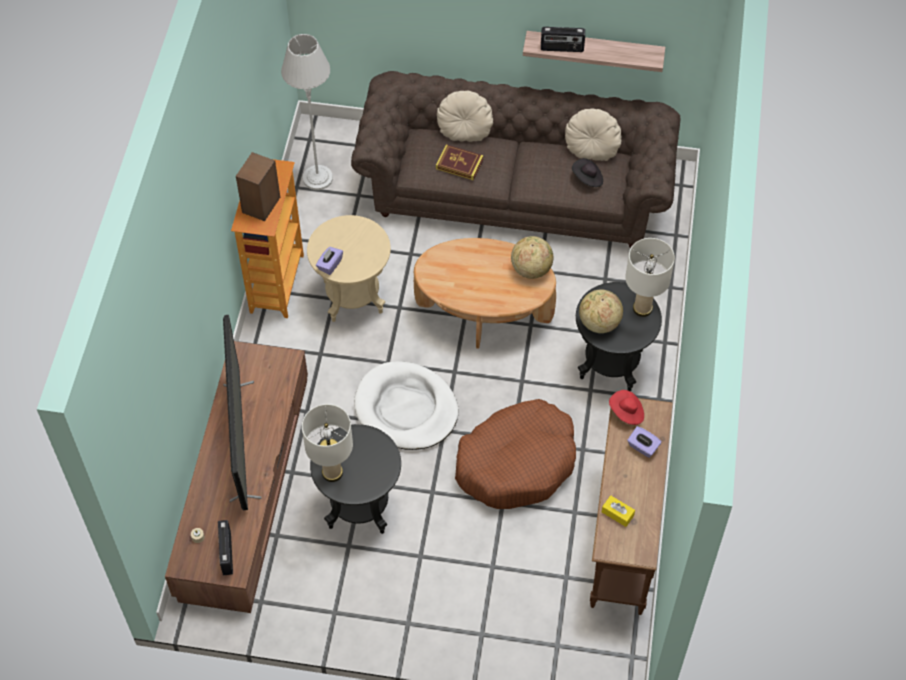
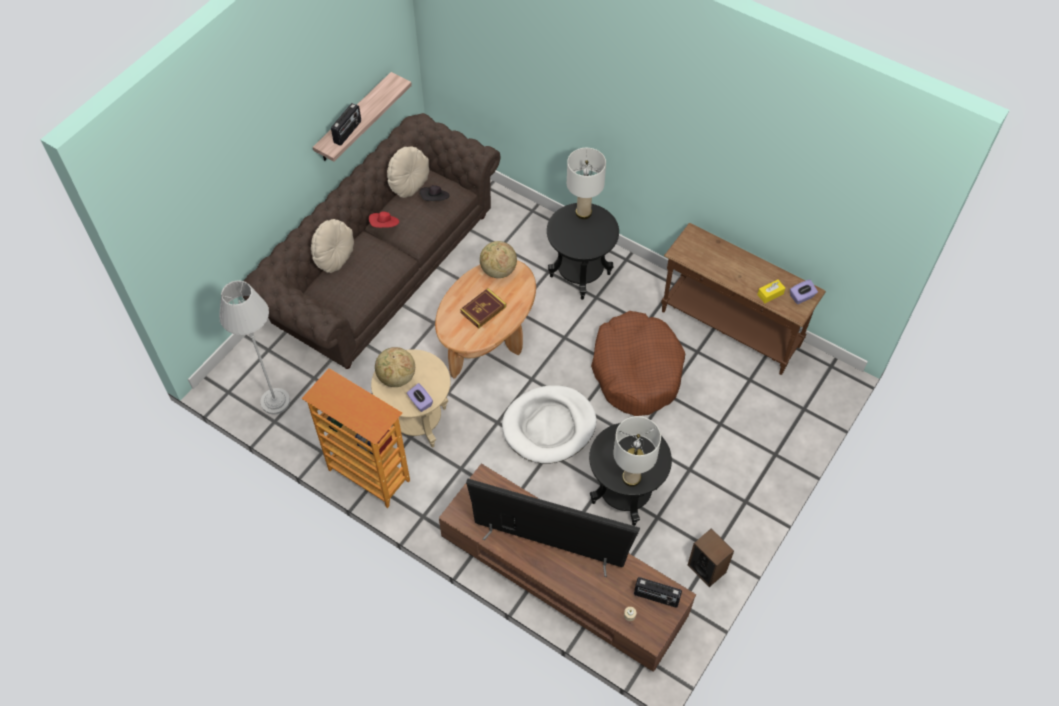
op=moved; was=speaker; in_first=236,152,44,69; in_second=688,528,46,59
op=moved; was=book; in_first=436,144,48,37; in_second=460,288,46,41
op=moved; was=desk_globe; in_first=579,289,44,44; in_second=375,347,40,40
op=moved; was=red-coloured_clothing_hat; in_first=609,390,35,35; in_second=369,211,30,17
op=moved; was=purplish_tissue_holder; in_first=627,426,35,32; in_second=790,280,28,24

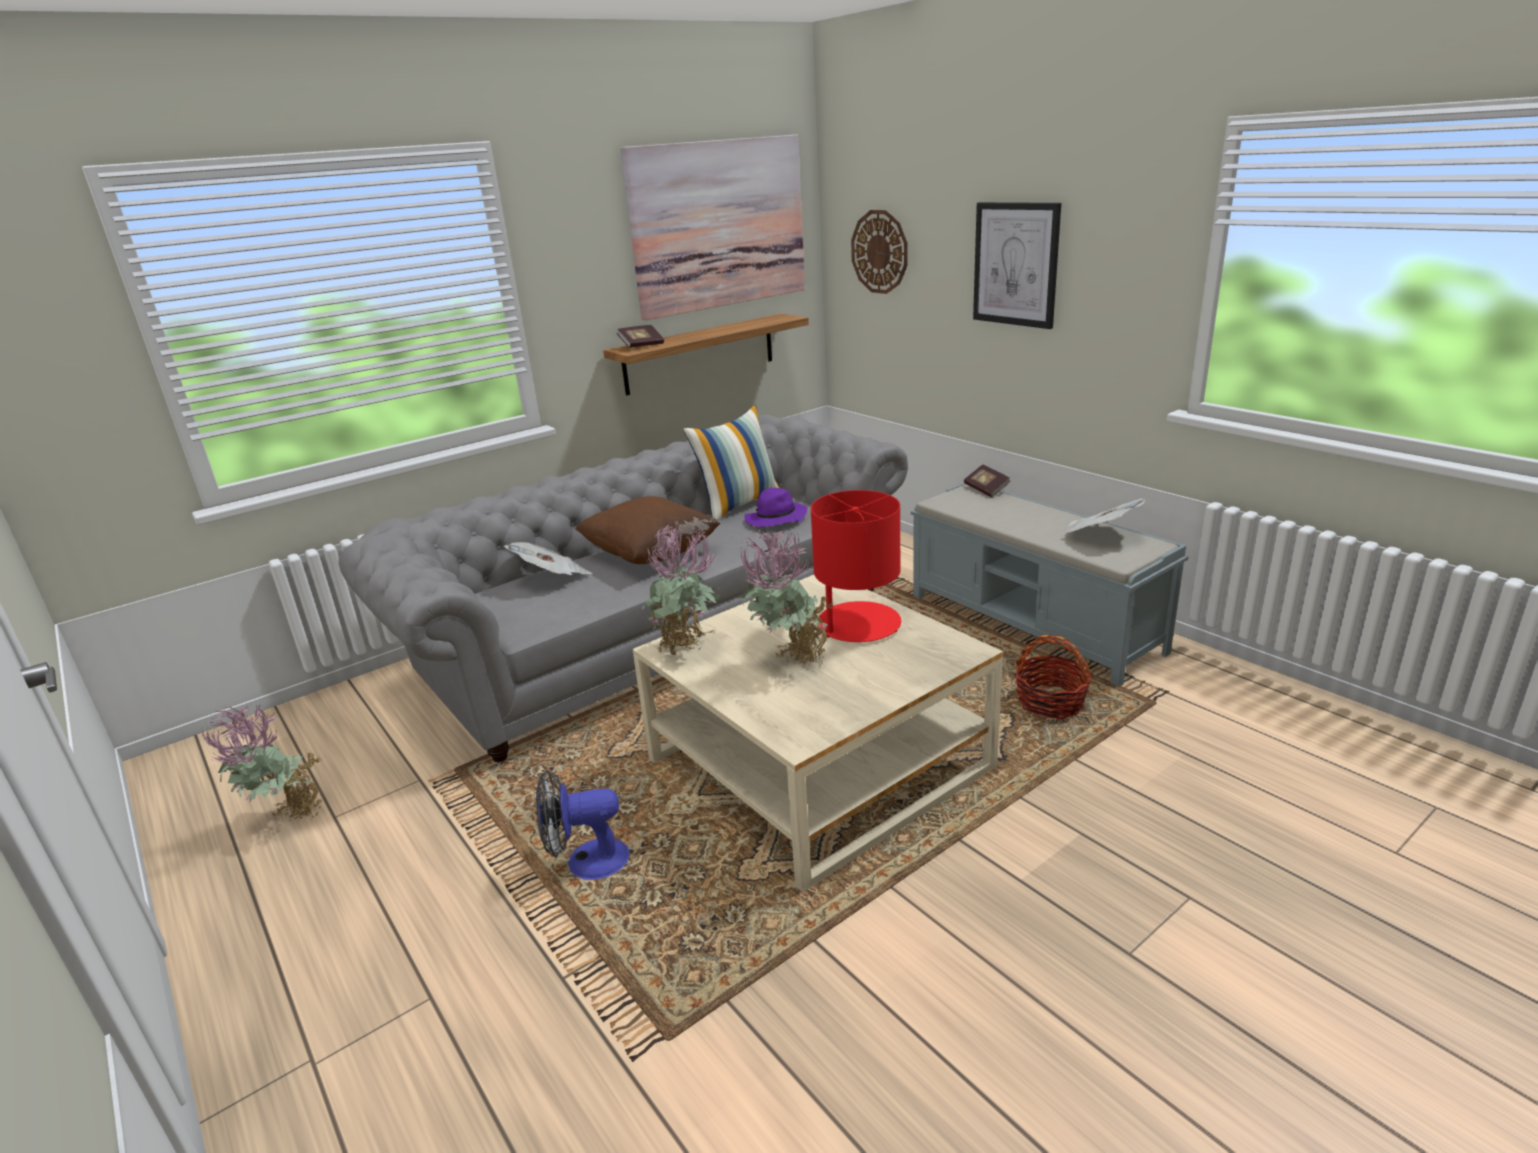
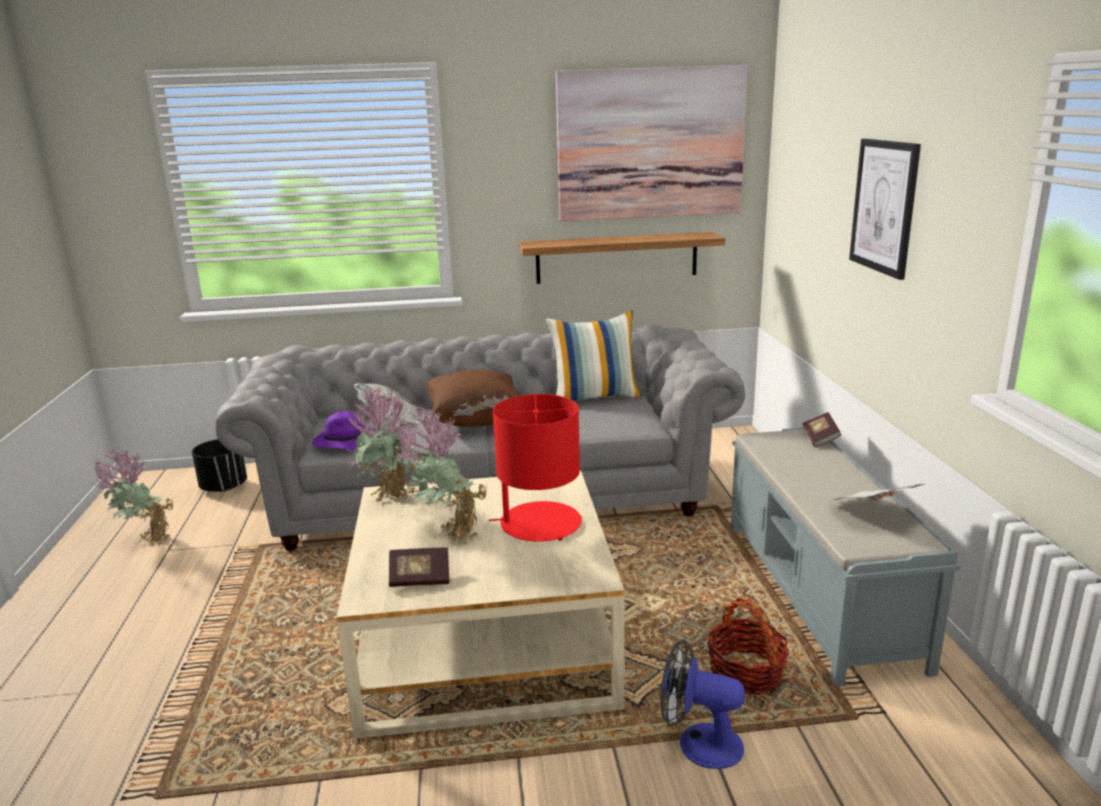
op=removed; was=clock_on_the_wall; in_first=851,210,57,84
op=added; now=black-coloured_planter; in_second=192,439,55,53
op=moved; was=fan; in_first=536,770,94,110; in_second=661,639,84,130
op=moved; was=book; in_first=617,325,47,23; in_second=389,547,60,40
op=moved; was=purplish_clothing_hat; in_first=744,488,63,39; in_second=312,411,62,39

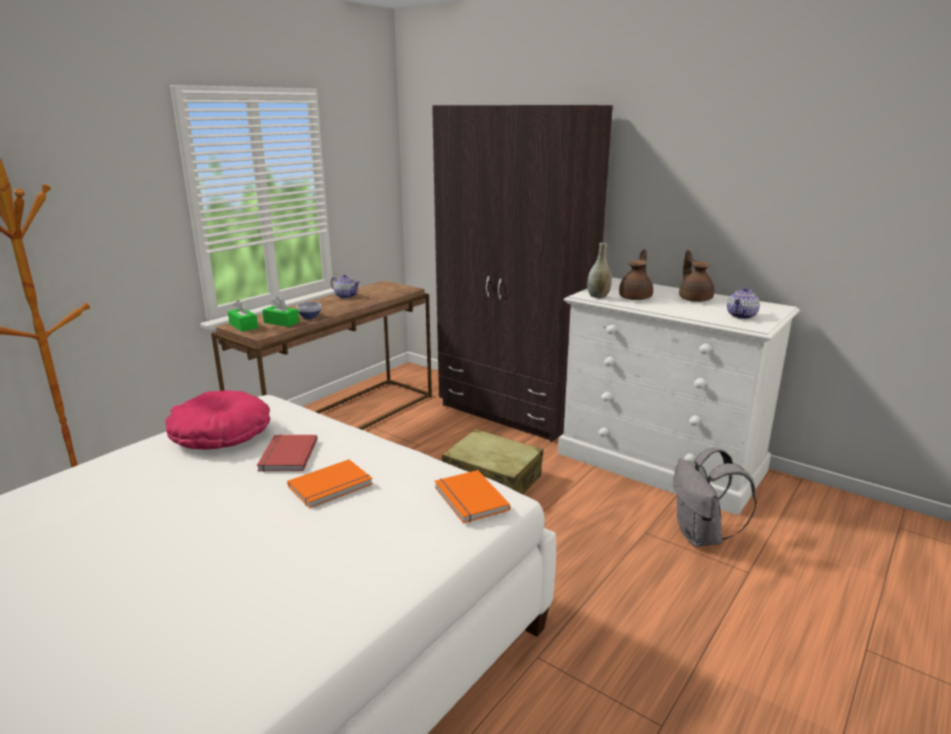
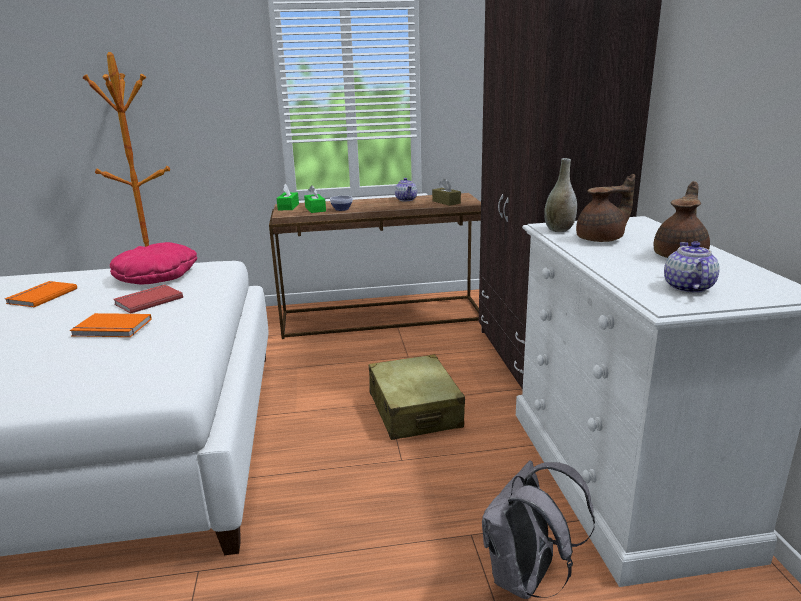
op=added; now=brown_tissue_holder; in_second=432,179,29,27
op=moved; was=orange-coloured_book; in_first=435,470,76,54; in_second=5,281,72,26
op=turned; was=teapot; in_first=727,287,33,32; in_second=664,241,56,52; clockwise=105

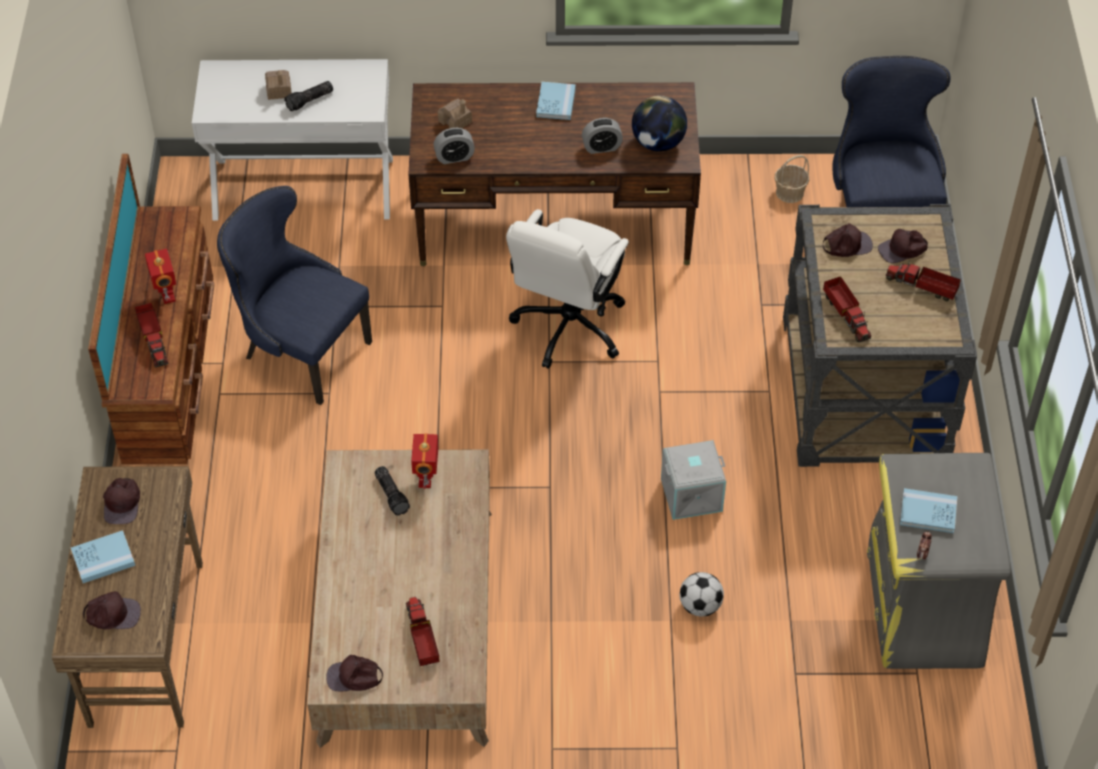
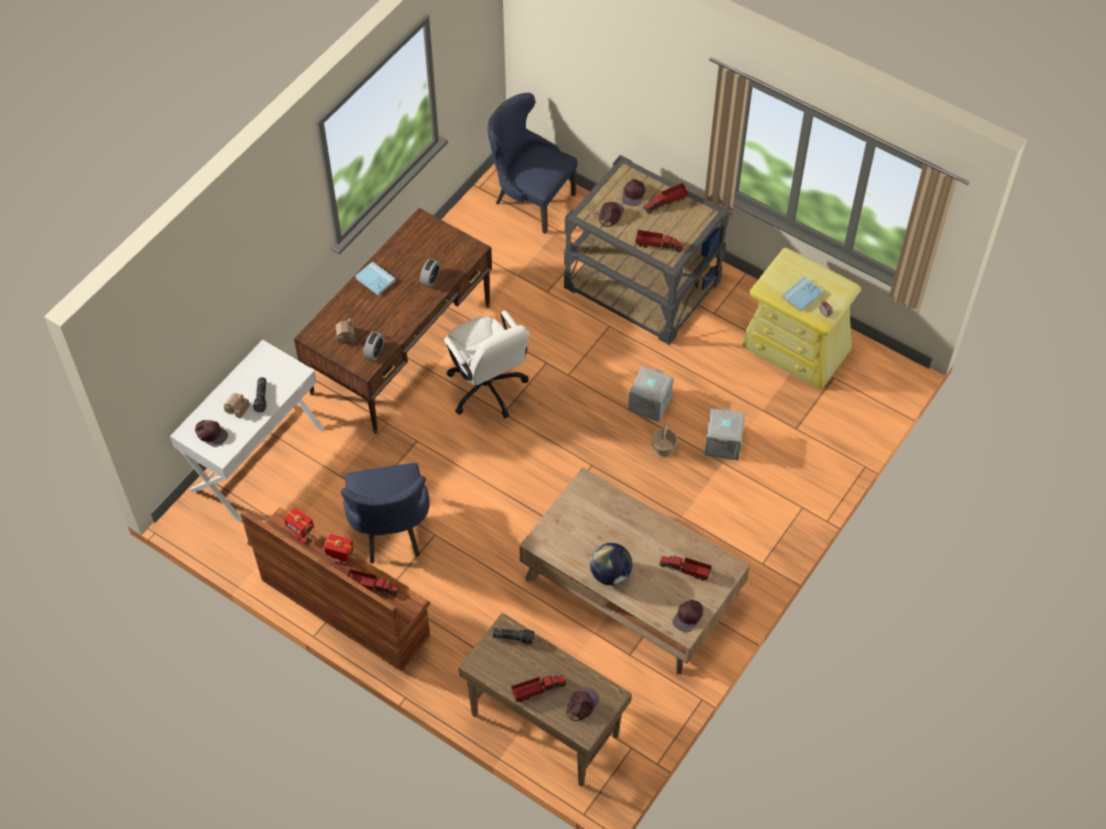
op=moved; was=brown_baseball_cap; in_first=103,478,37,46; in_second=195,420,33,27
op=moved; was=flashlight; in_first=375,466,35,50; in_second=493,628,41,16
op=moved; was=model_robot; in_first=411,433,27,56; in_second=284,508,32,37
op=moved; was=desk_globe; in_first=632,96,55,56; in_second=590,543,42,42
op=moved; was=basket; in_first=775,155,34,48; in_second=651,422,27,36
op=replaced; was=blue_book; now=toy_lorry; in_first=71,530,64,53; in_second=511,674,56,28
op=replaced; was=football; now=greyish_storage_container; in_first=679,572,45,44; in_second=704,408,41,52
op=recoloured; was=greyish_nightstand; now=yellowish_nightstand; in_first=867,453,144,216; in_second=743,248,118,141
op=turned; was=blue_chair; in_first=217,186,155,219; in_second=341,463,89,101; clockwise=-75

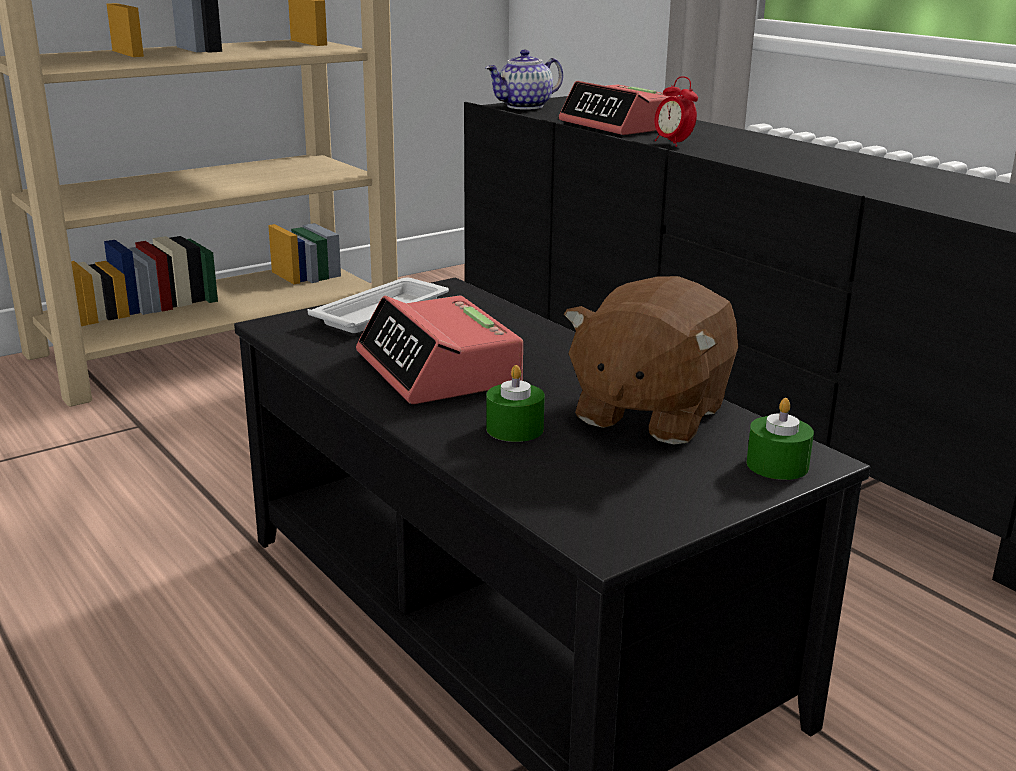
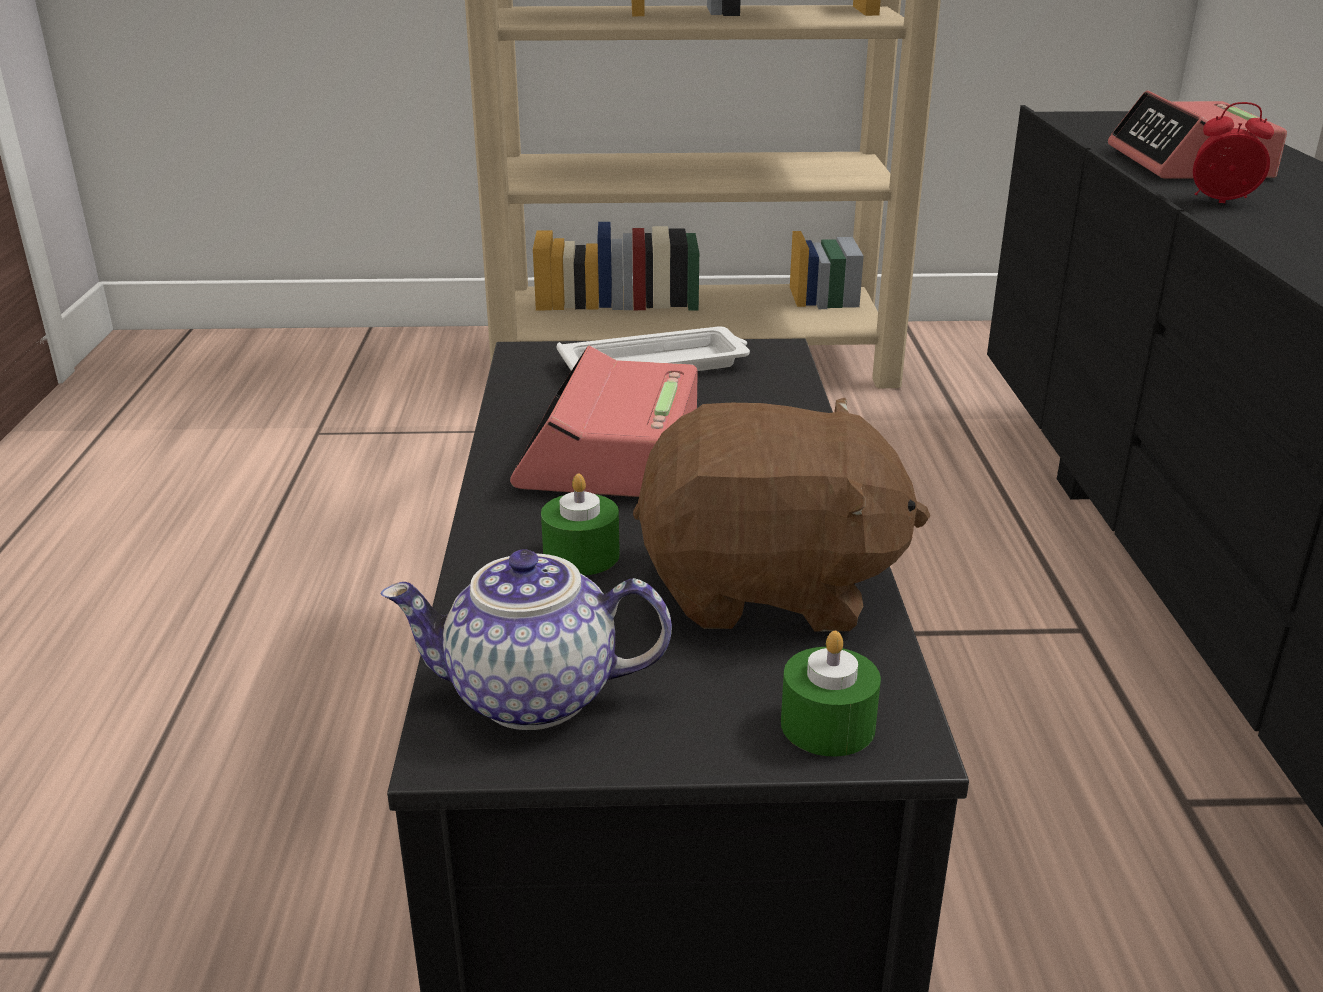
op=moved; was=teapot; in_first=485,50,78,60; in_second=381,549,291,181
op=turned; was=brown_plush_toy; in_first=564,276,174,168; in_second=633,398,297,233; clockwise=-150
op=turned; was=bedside_clock; in_first=655,76,43,71; in_second=1193,102,81,101; clockwise=105

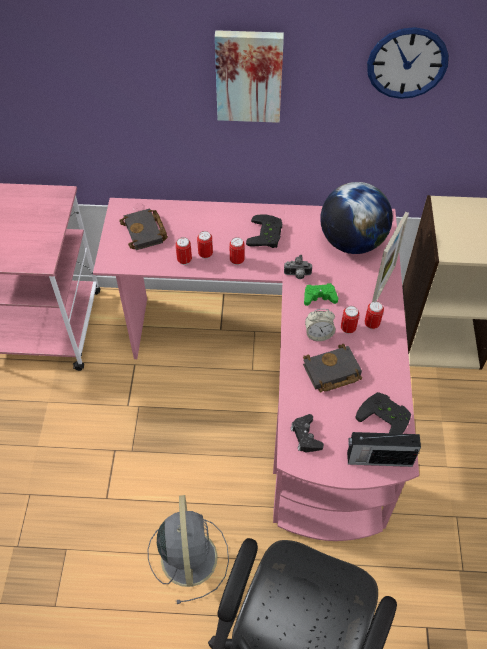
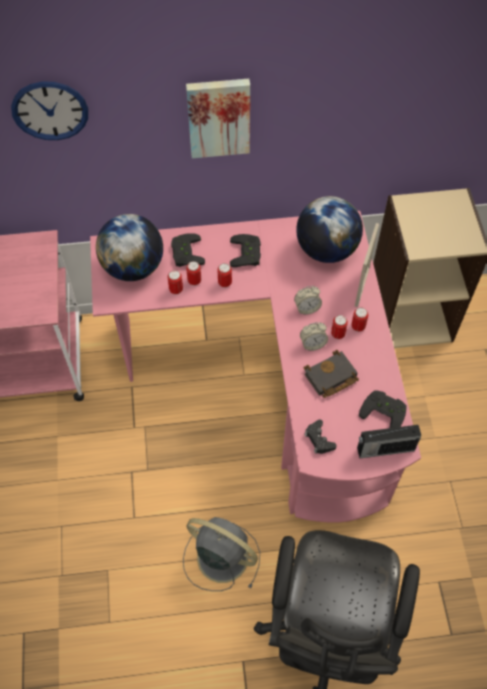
op=removed; was=photo_camera; in_first=284,255,29,24
op=added; now=black-coloured_game_controller; in_second=171,233,34,34
op=moved; was=clock_on_the_wall; in_first=367,27,82,72; in_second=11,81,77,59
op=replaced; was=black-coloured_book; now=desk_globe; in_first=119,209,49,41; in_second=96,214,67,67
op=replaced; was=green_game_controller; now=bedside_clock; in_first=304,283,34,23; in_second=294,286,28,29
op=turned; was=greyish_fan; in_first=147,495,82,109; in_second=183,517,77,74; clockwise=-45

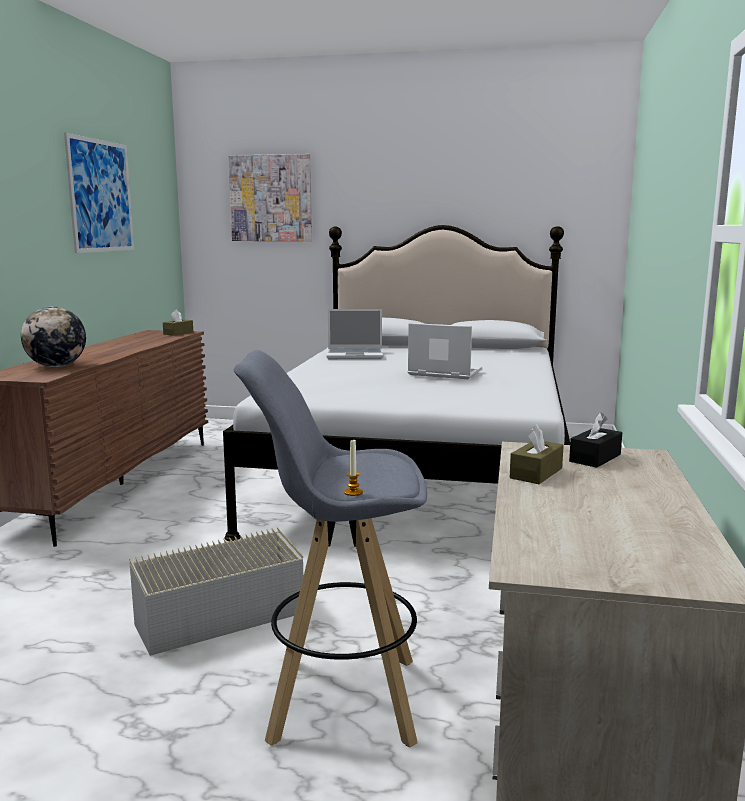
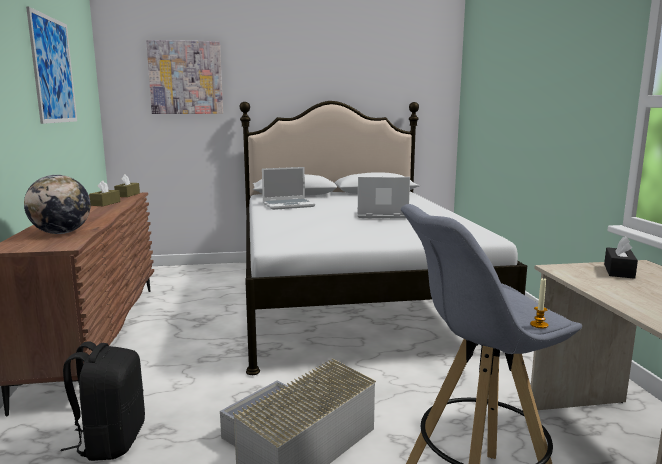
op=added; now=black-coloured_backpack; in_second=61,341,84,120
op=moved; was=brown_tissue_holder; in_first=510,424,54,60; in_second=89,180,31,26

